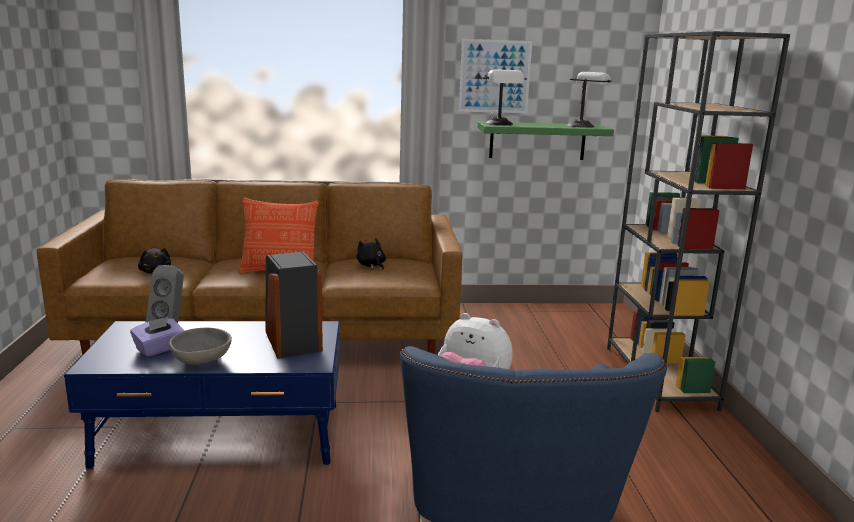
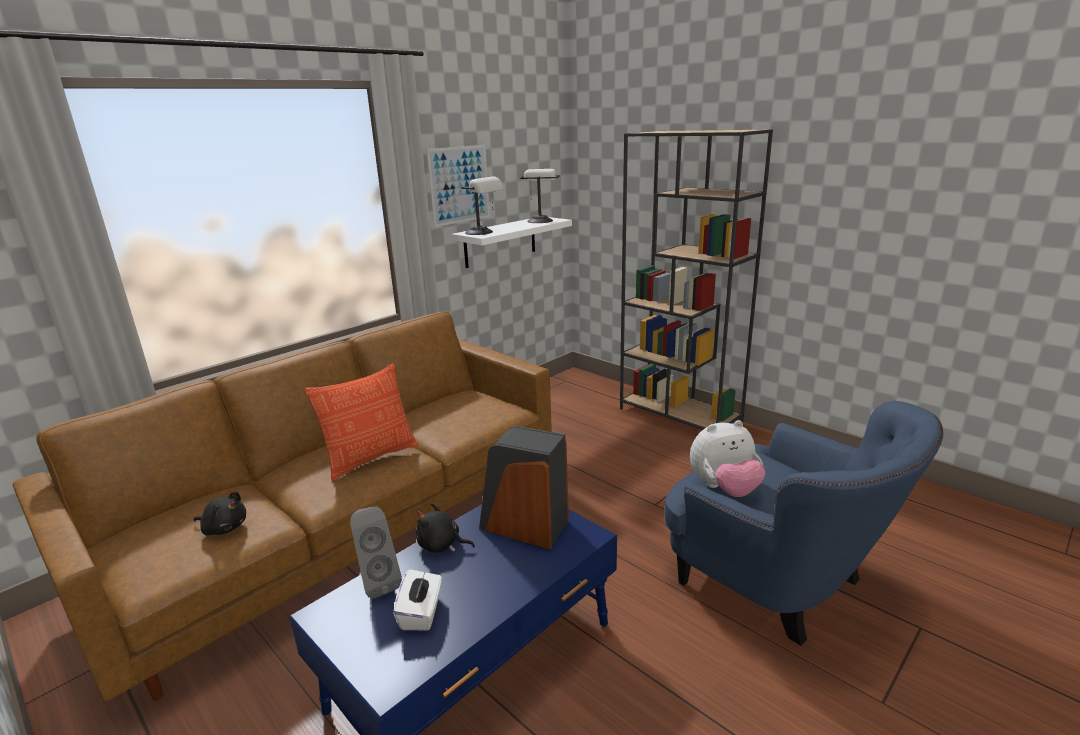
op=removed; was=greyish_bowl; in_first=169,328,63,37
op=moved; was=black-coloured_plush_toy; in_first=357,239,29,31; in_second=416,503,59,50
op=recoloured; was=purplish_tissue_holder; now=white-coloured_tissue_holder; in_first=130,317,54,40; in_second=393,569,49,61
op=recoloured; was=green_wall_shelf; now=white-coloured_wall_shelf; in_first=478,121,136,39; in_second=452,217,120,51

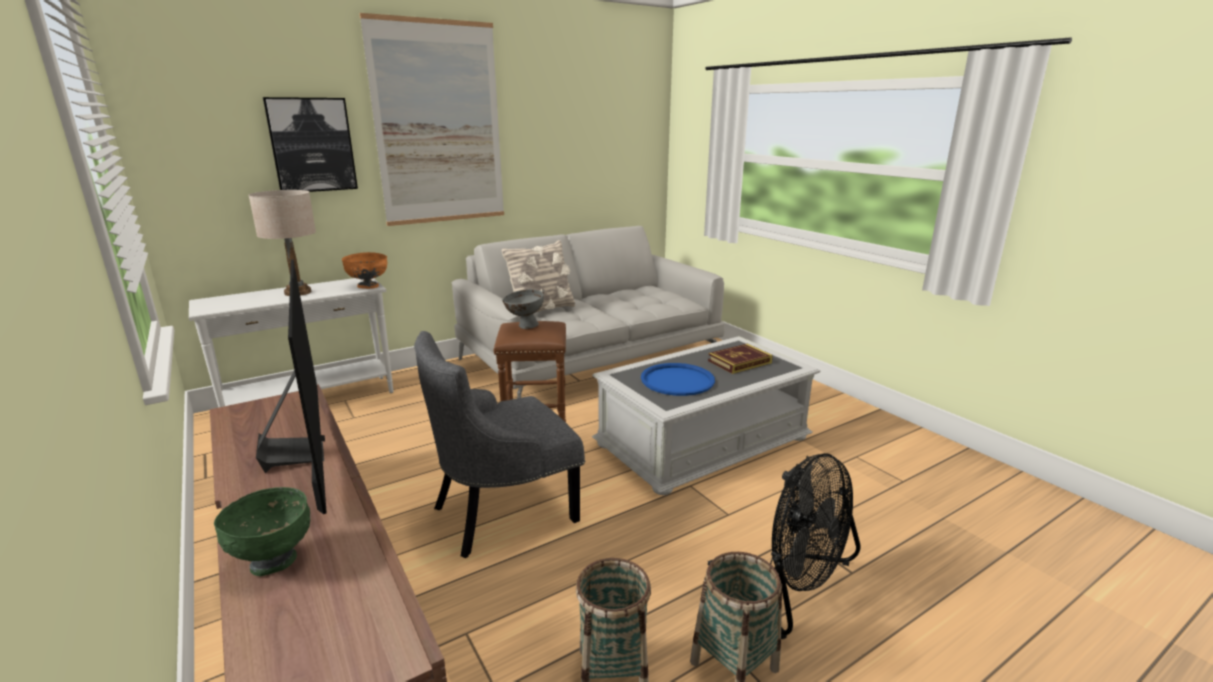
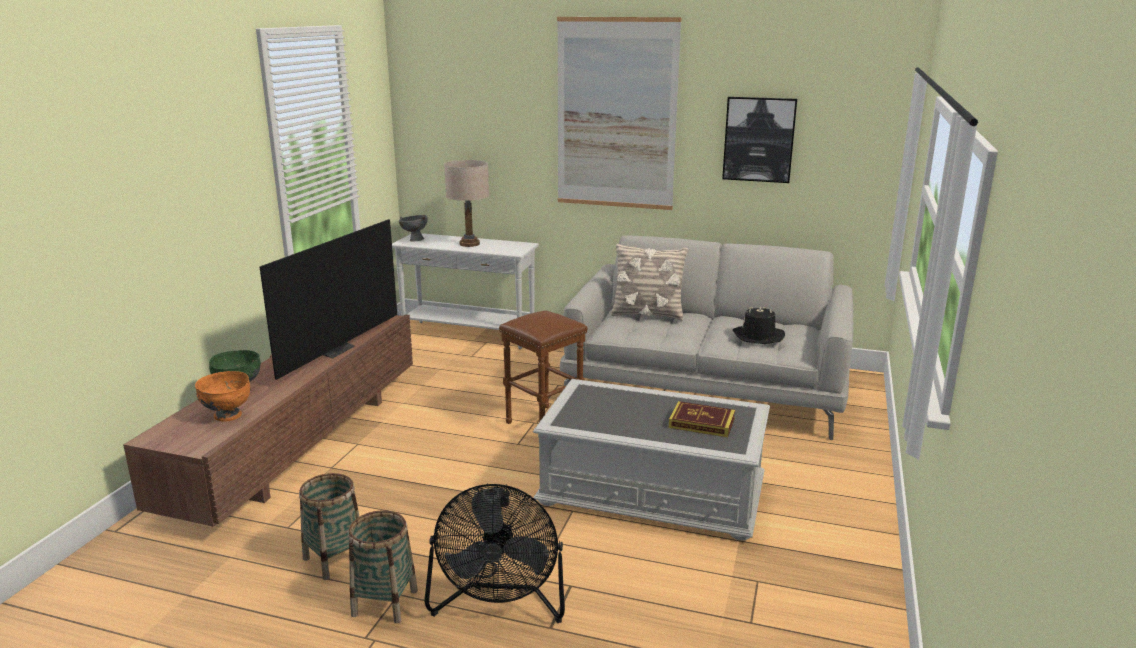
op=removed; was=greyish_armchair; in_first=414,331,171,227
op=removed; was=blue_tray; in_first=641,363,74,33
op=added; now=black-coloured_clothing_hat; in_second=733,306,52,38
op=moved; was=wall_art; in_first=263,97,95,95; in_second=722,97,75,86
op=moved; was=orange-coloured_bowl; in_first=342,252,45,37; in_second=195,371,55,51
op=moved; was=greyish_bowl; in_first=502,289,42,40; in_second=399,215,29,27

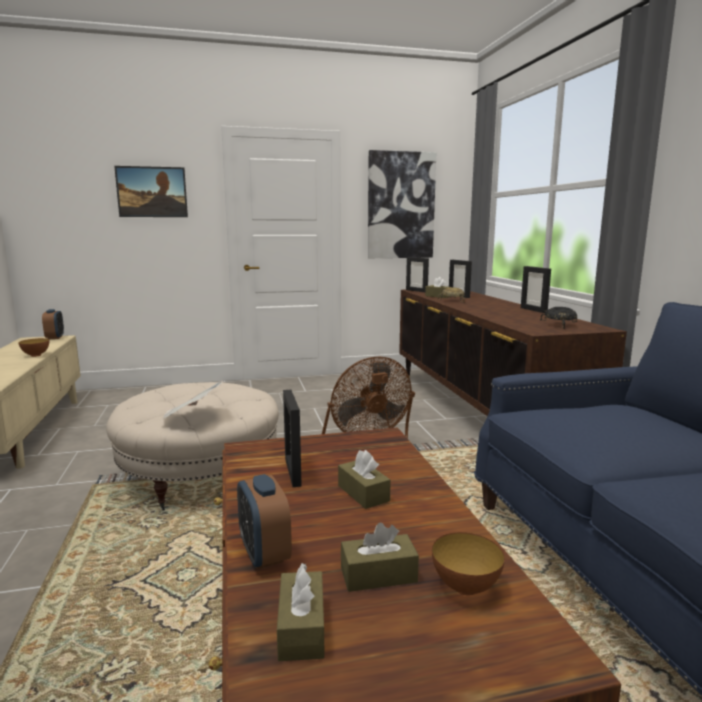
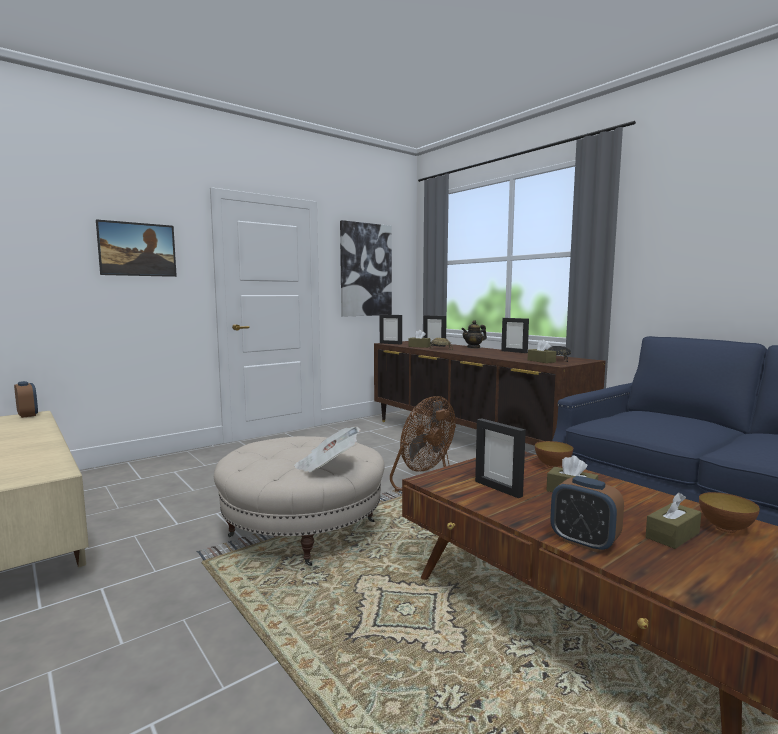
op=added; now=teapot; in_second=462,320,25,29
op=moved; was=bowl; in_first=18,338,31,19; in_second=535,441,38,27
op=moved; was=brown_tissue_holder; in_first=277,563,48,98; in_second=528,340,28,23

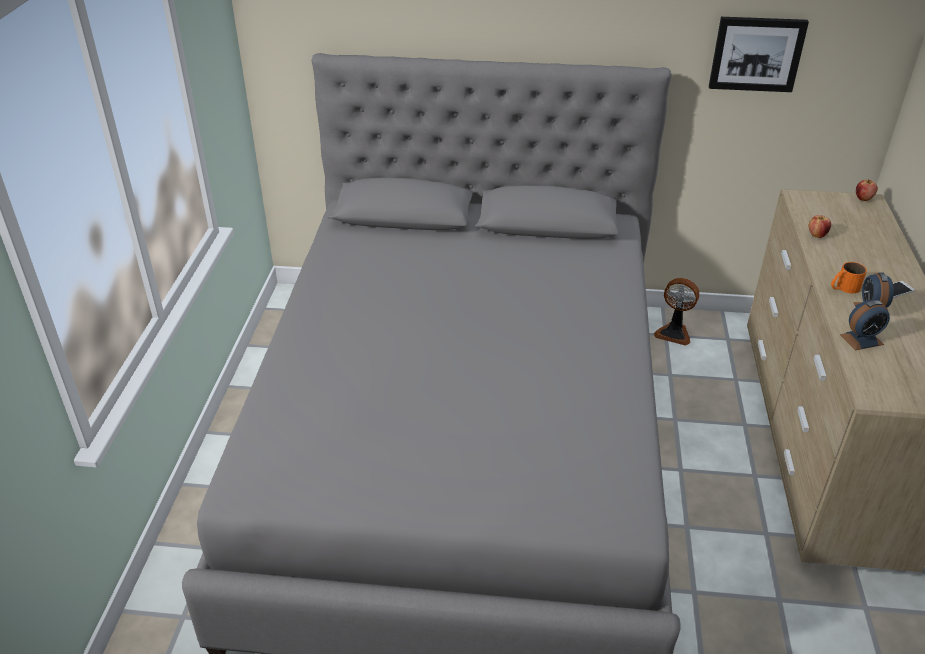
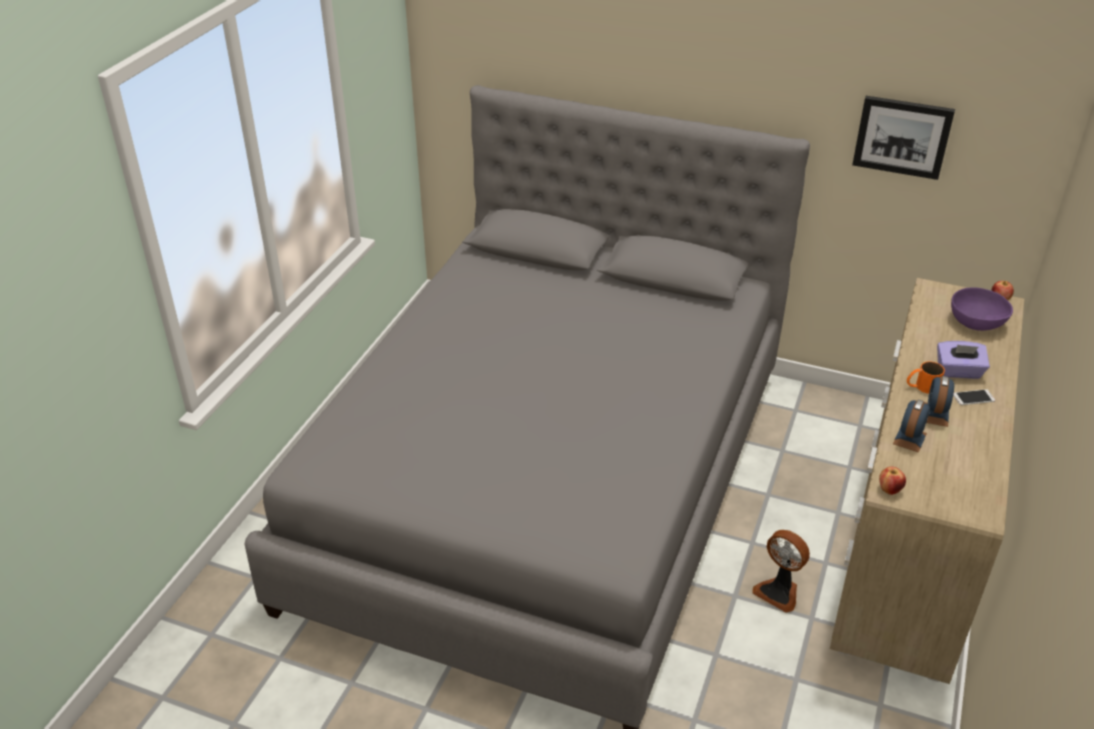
op=added; now=purplish_tissue_holder; in_second=937,341,53,38
op=added; now=purplish_bowl; in_second=951,288,62,43
op=moved; was=fan; in_first=654,278,45,68; in_second=752,530,58,83
op=moved; was=whole_apple; in_first=809,215,22,23; in_second=879,467,27,28
op=turned; was=bedside_clock; in_first=840,300,50,50; in_second=893,400,37,53; clockwise=120

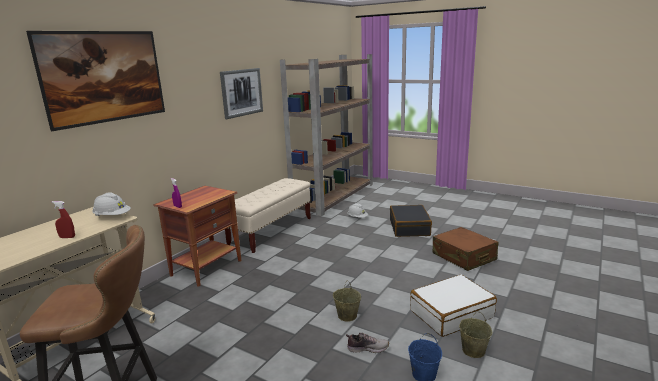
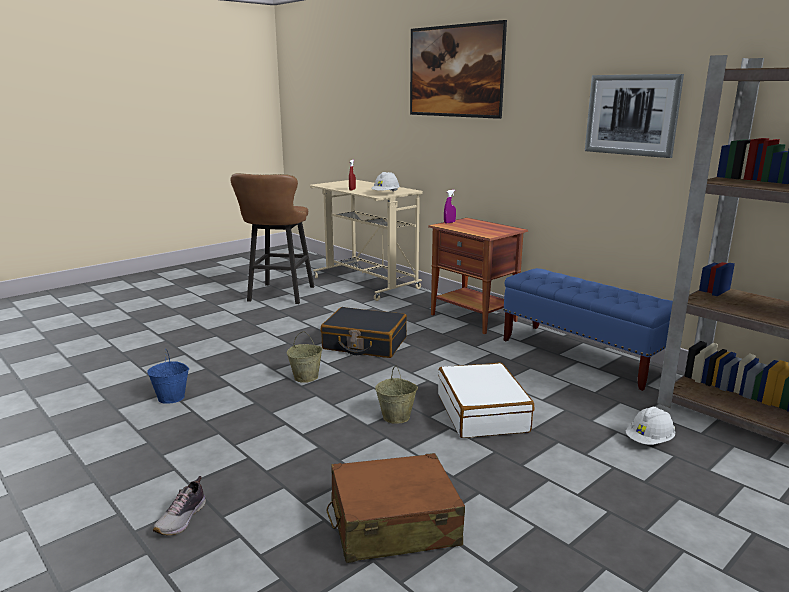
op=moved; was=low_shoe; in_first=346,332,43,21; in_second=153,476,53,59
op=moved; was=black-coloured_suitcase; in_first=390,205,42,32; in_second=321,307,86,51
op=moved; was=white-coloured_suitcase; in_first=410,274,87,63; in_second=438,363,96,75
op=moved; was=beige-coloured_bucket; in_first=459,312,33,46; in_second=375,365,43,59
op=recoloured; was=beige-coloured_bench; now=blue_bench; in_first=225,178,86,75; in_second=503,268,170,123

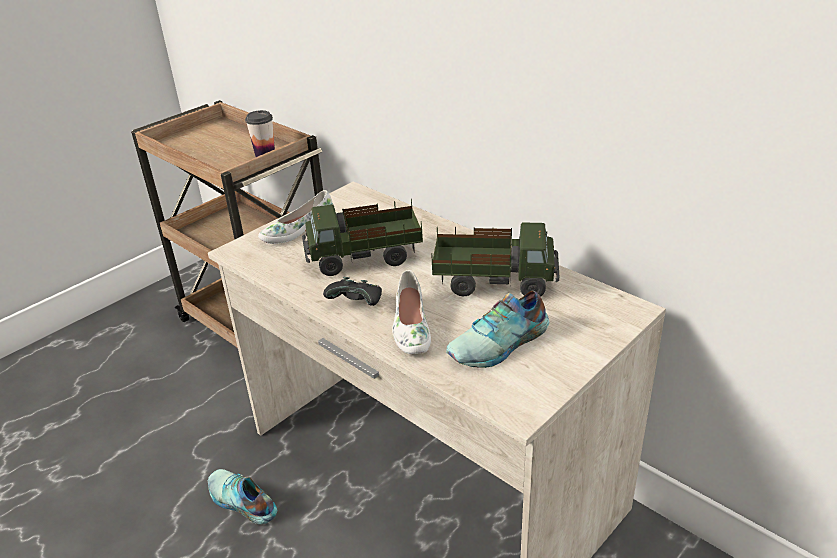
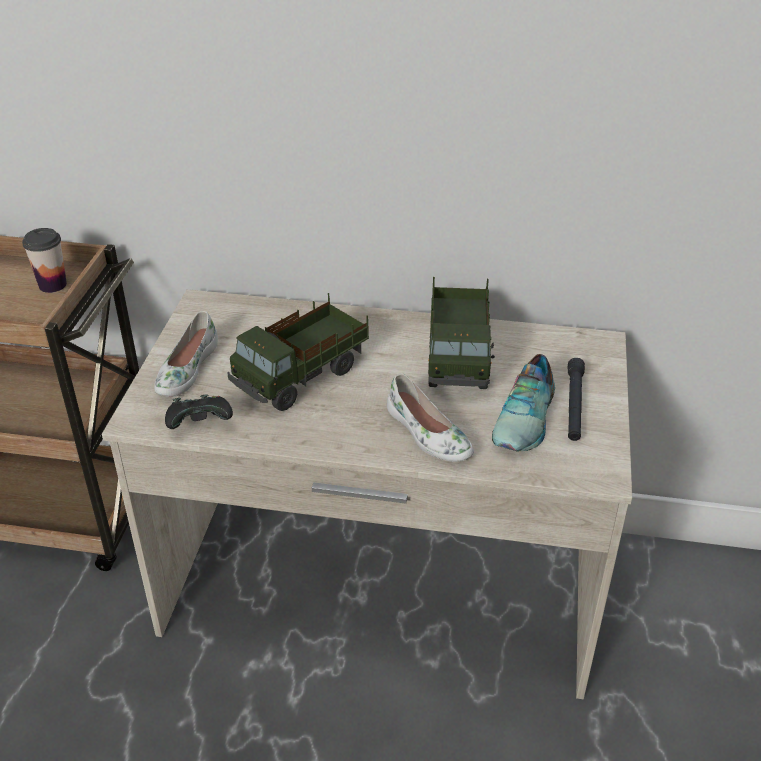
op=removed; was=low_shoe; in_first=208,469,70,56
op=added; now=black-coloured_flashlight; in_second=568,358,17,83
op=moved; was=black-coloured_game_controller; in_first=323,277,59,29; in_second=165,394,68,35
op=turned; was=toy_lorry; in_first=431,223,128,74; in_second=428,277,67,112; clockwise=120

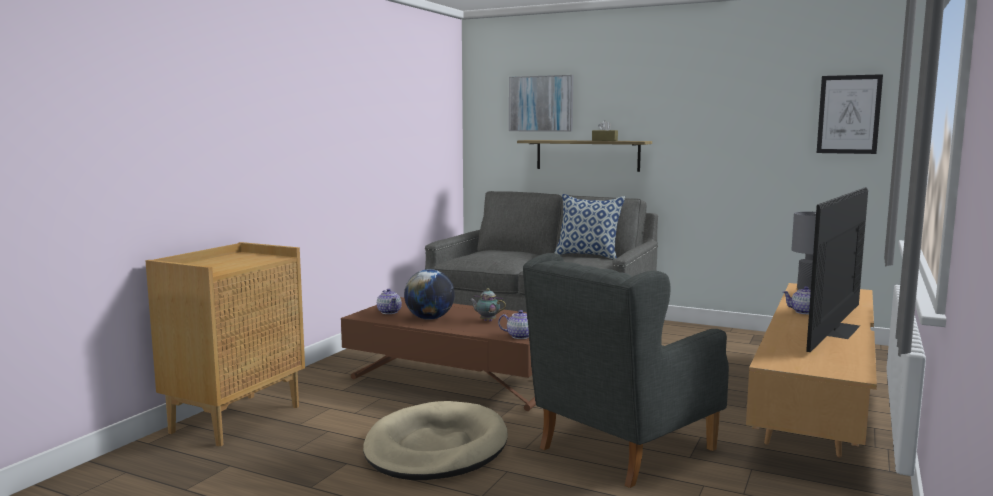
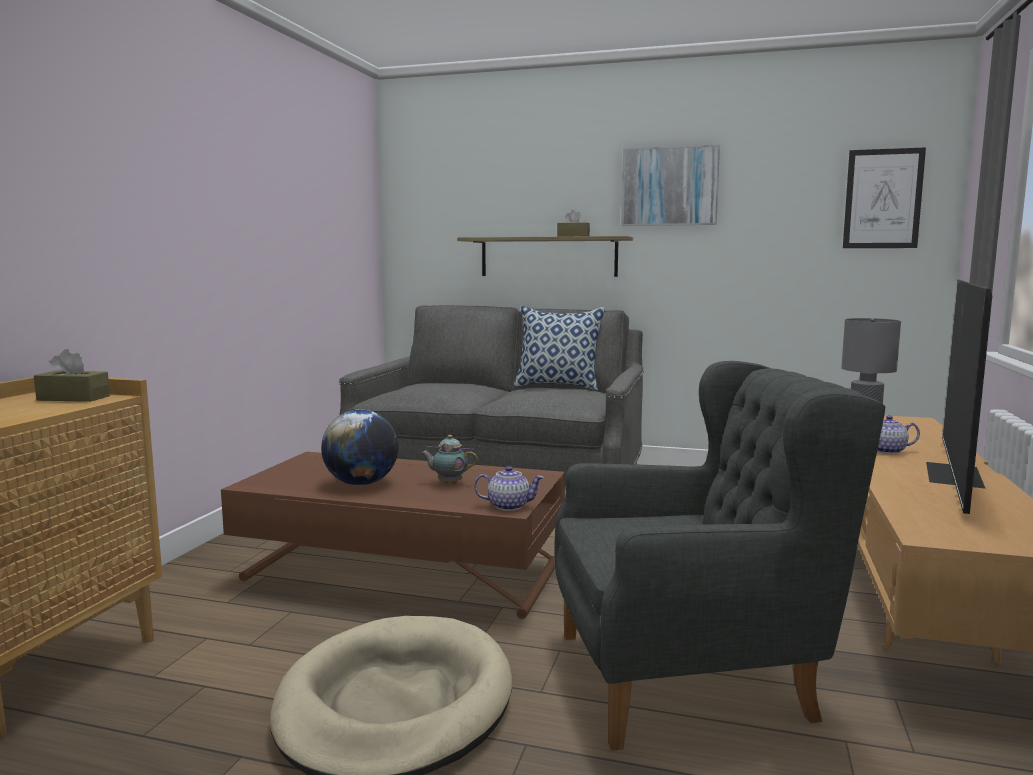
op=removed; was=teapot; in_first=377,289,25,25
op=added; now=brown_tissue_holder; in_second=34,349,76,53
op=moved; was=wall_art; in_first=509,75,64,57; in_second=621,145,99,81
op=turned; was=greyish_armchair; in_first=523,253,206,235; in_second=555,361,330,390; clockwise=-135

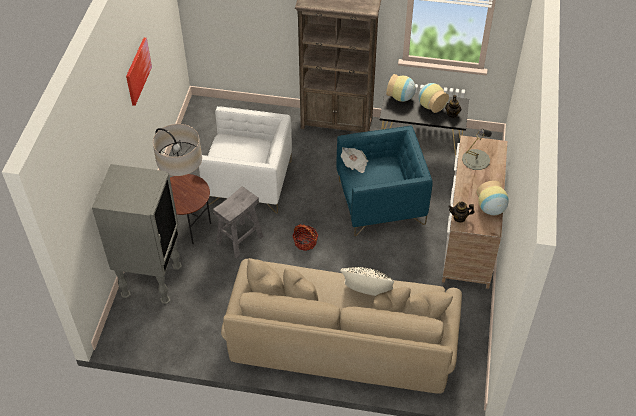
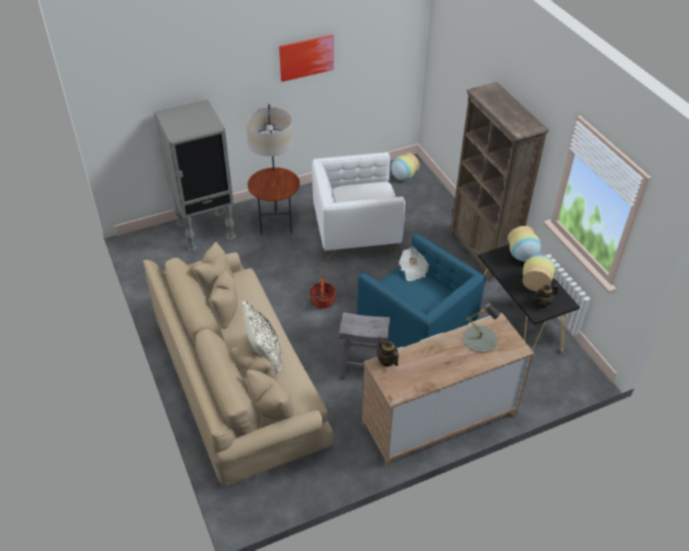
op=moved; was=greyish_stool; in_first=213,186,51,73; in_second=339,312,51,68
op=moved; was=flower_vase; in_first=476,181,33,34; in_second=391,153,29,27
op=turned; was=white-coloured_armchair; in_first=199,106,93,108; in_second=312,152,93,110; clockwise=105

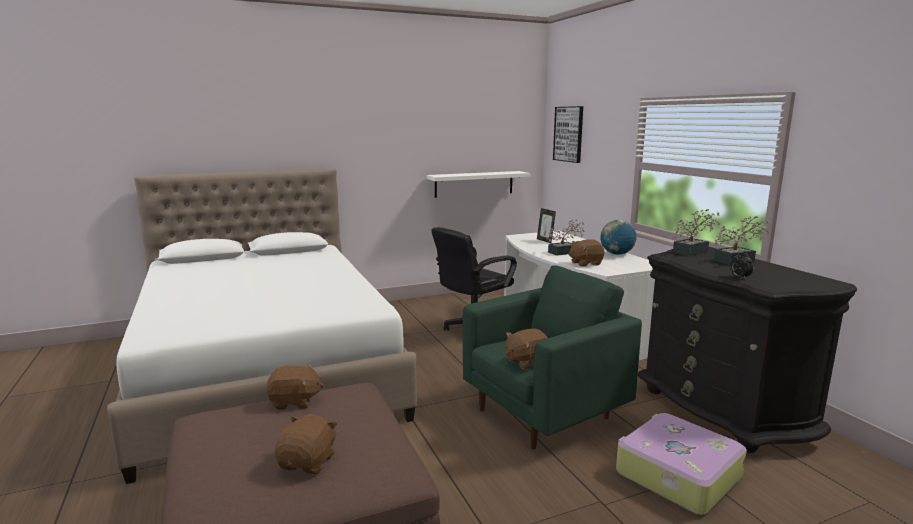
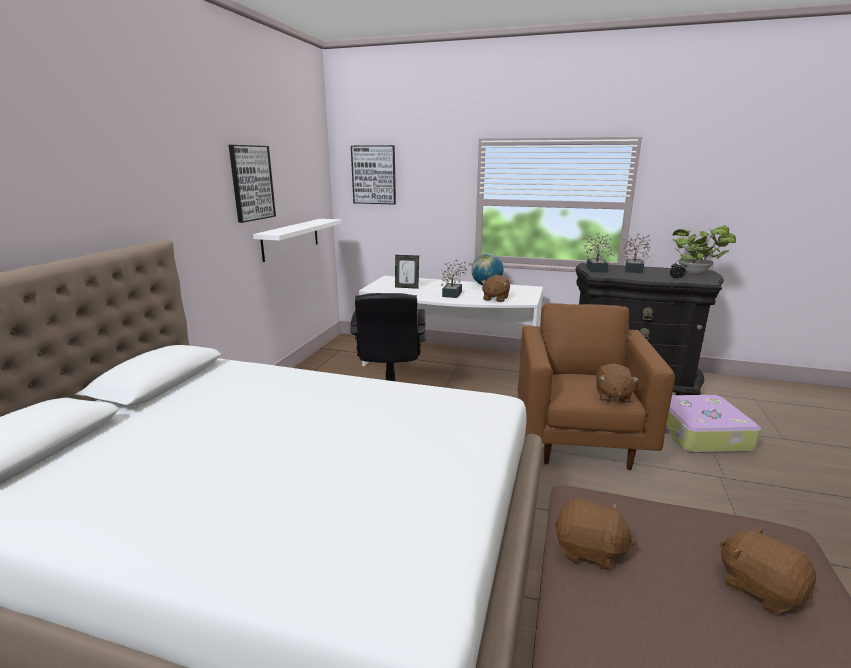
op=added; now=wall_art; in_second=229,145,47,78
op=added; now=plant_in_a_pot; in_second=673,225,63,50
op=recoloured; was=green_armchair; now=brown_armchair; in_first=463,265,179,184; in_second=518,303,157,167
op=turned; was=brown_plush_toy; in_first=266,364,58,46; in_second=555,498,80,73; clockwise=75

